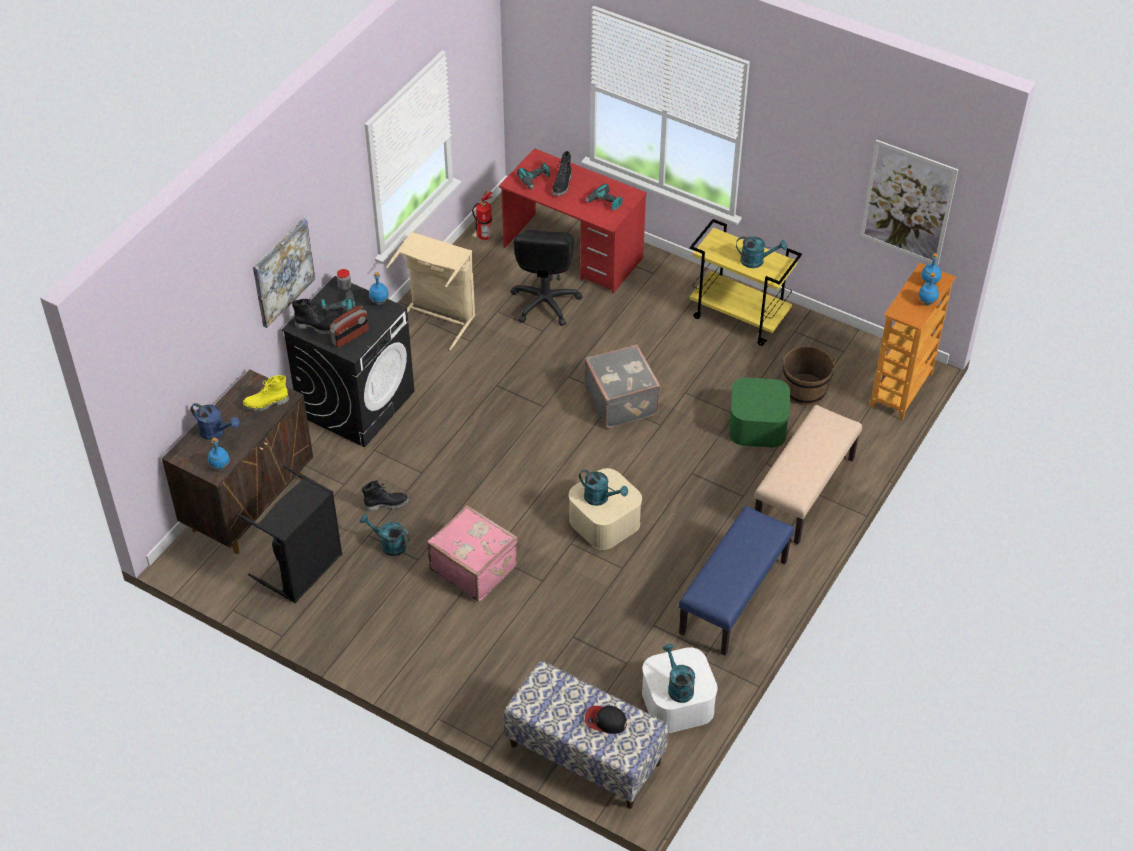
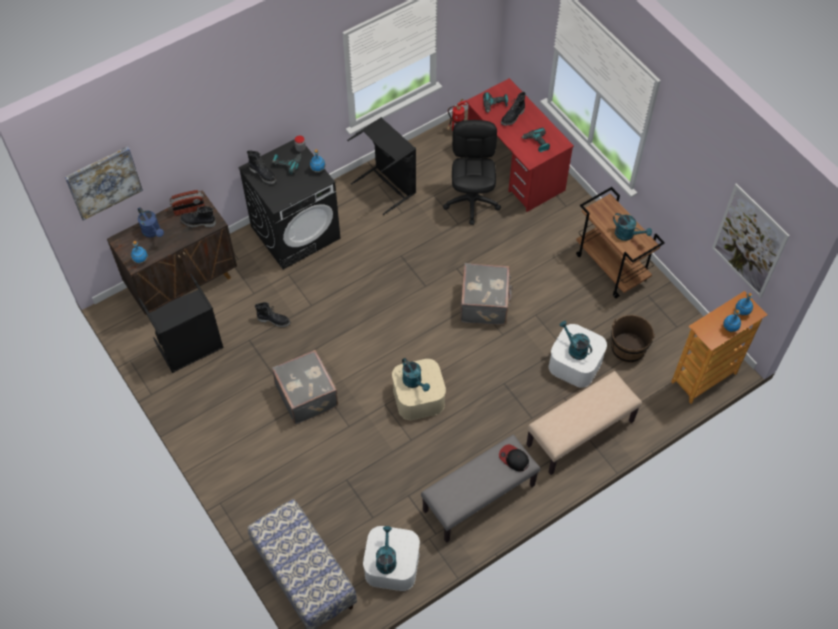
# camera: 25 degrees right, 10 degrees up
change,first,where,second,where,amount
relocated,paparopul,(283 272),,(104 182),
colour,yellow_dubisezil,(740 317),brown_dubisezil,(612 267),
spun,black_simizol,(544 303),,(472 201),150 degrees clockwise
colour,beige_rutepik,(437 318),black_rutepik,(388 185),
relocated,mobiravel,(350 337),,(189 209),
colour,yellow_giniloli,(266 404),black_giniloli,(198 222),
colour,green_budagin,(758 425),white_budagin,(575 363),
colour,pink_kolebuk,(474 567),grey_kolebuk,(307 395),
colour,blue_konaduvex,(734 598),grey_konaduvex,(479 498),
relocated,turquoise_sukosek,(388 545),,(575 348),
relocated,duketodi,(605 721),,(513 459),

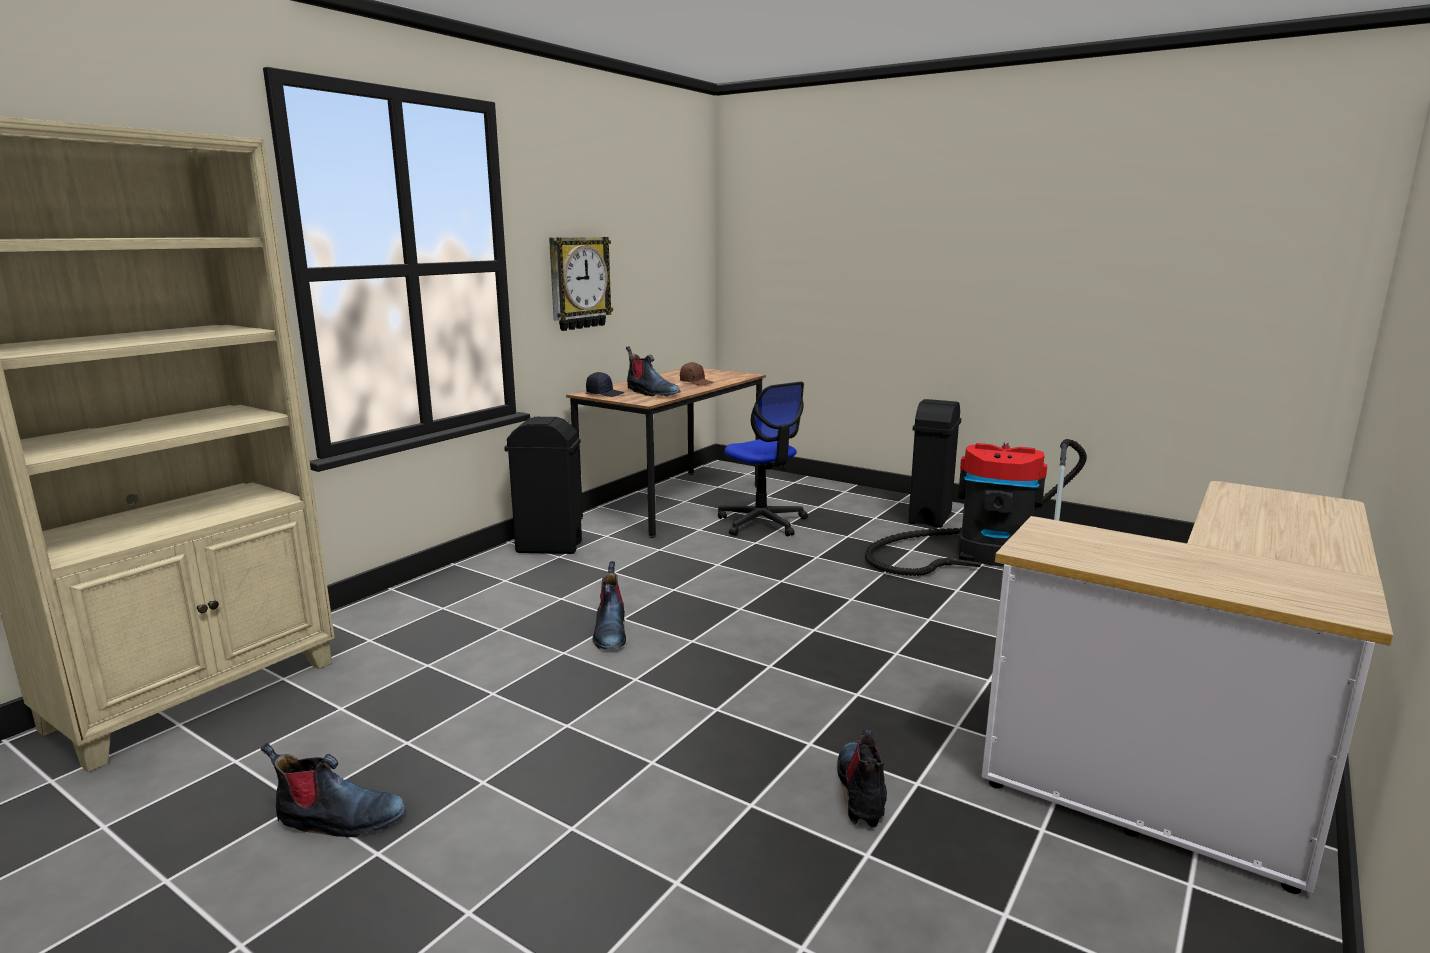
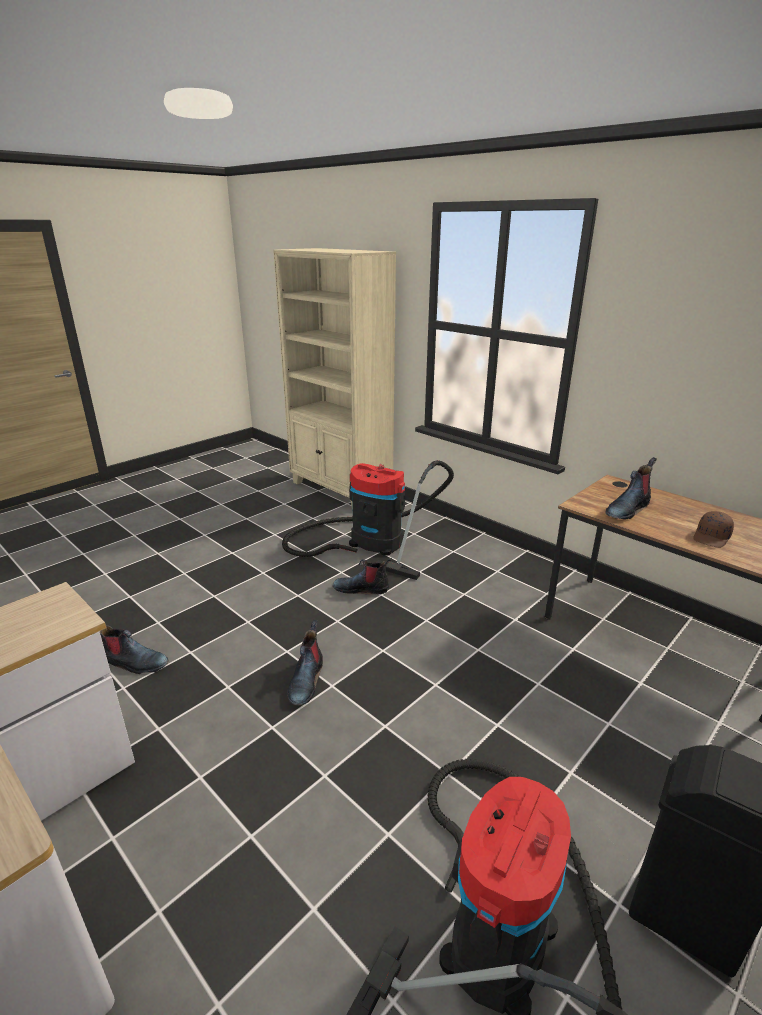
# camera: 100 degrees right, 10 degrees up
change,first,where,second,where,amount
missing,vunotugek,(578 283),,,
missing,black_duketodi,(605 393),,,
missing,simizol,(762 523),,,
missing,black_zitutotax,(548 547),,,
relocated,giniloli,(339 820),,(306 680),
appeared,,,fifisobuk,(370 542),

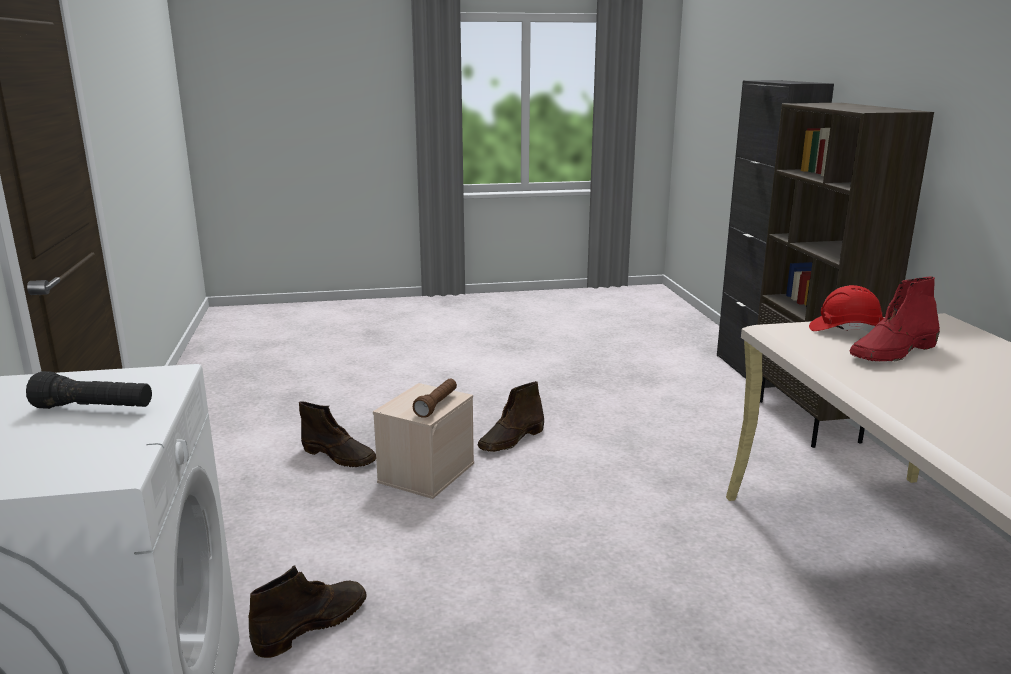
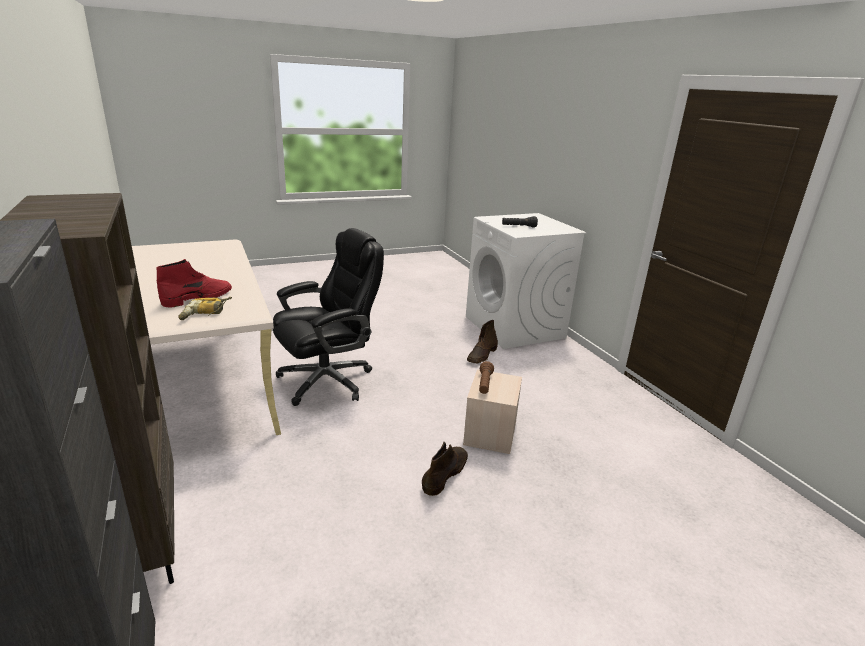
# camera: 165 degrees right, 5 degrees up
change,first,where,second,where,amount
exchanged,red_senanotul,(844 330),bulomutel,(206 313),
missing,brown_giniloli,(339 456),,,
appeared,,,black_simizol,(328 380),

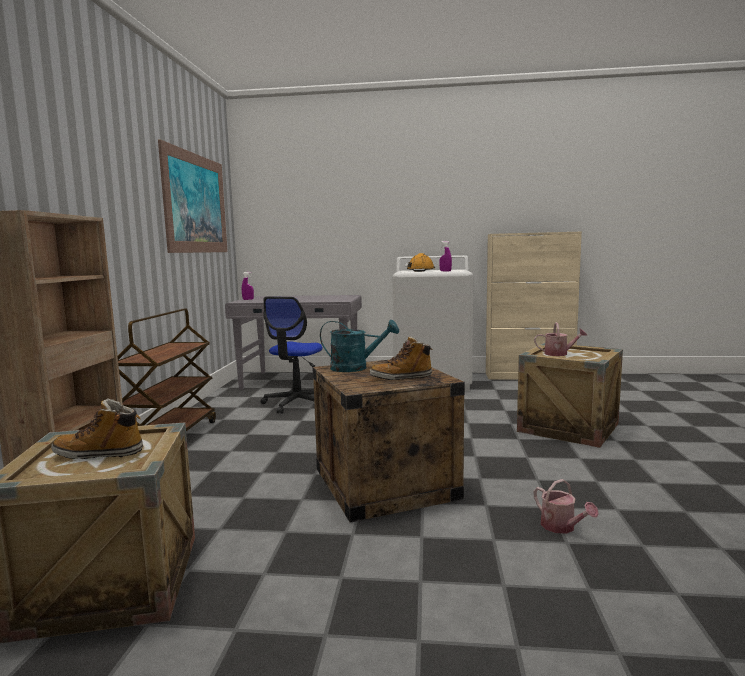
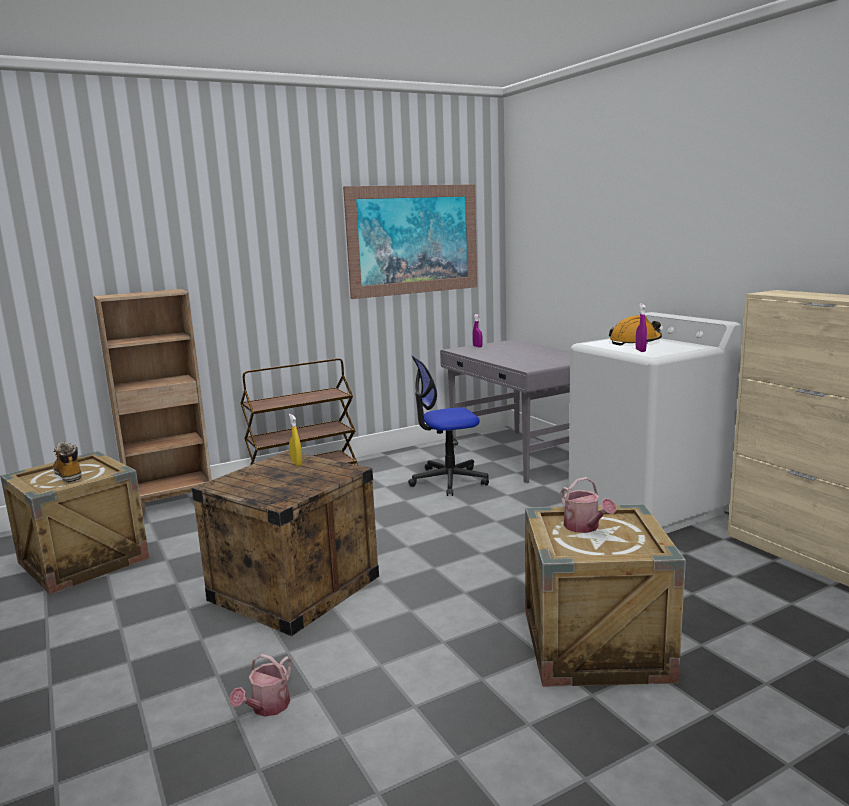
# camera: 55 degrees right, 5 degrees up
change,first,where,second,where,amount
exchanged,turquoise_sukosek,(356 368),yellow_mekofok,(296 463),
missing,giniloli,(401 377),,,

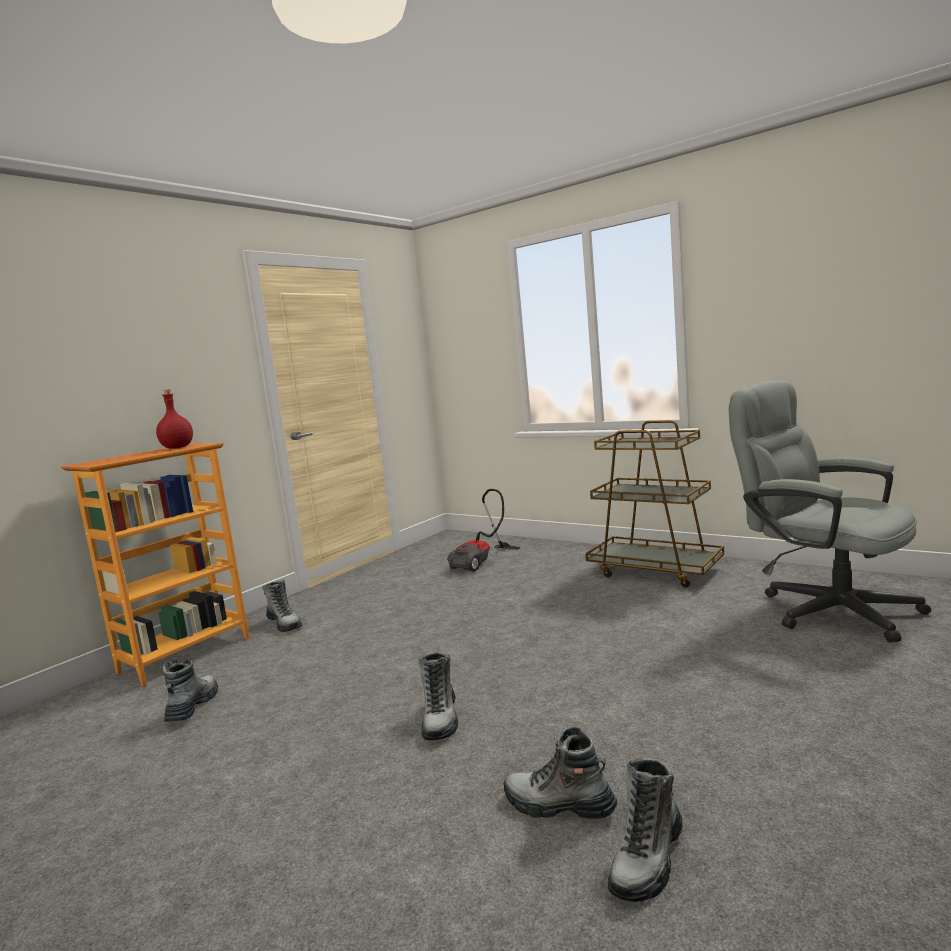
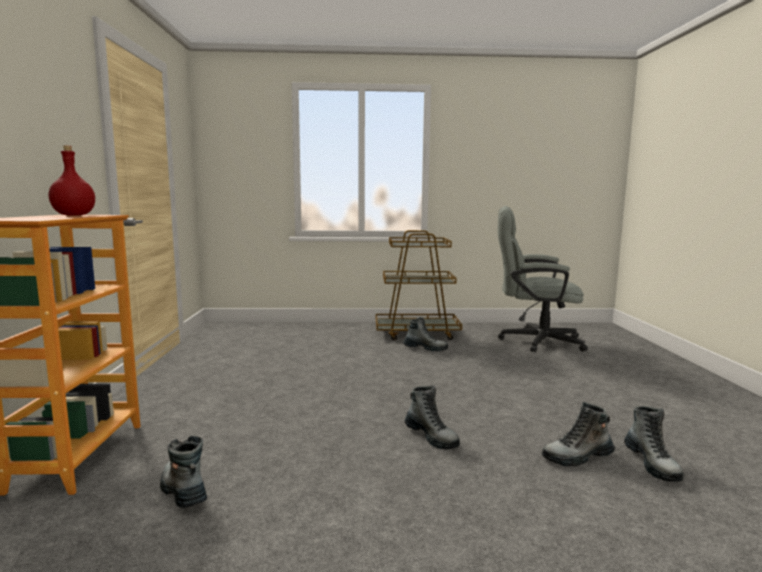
# camera: 40 degrees left, 0 degrees up
change,first,where,second,where,amount
missing,fifisobuk,(483 562),,,
relocated,giniloli,(284 624),,(425 348),

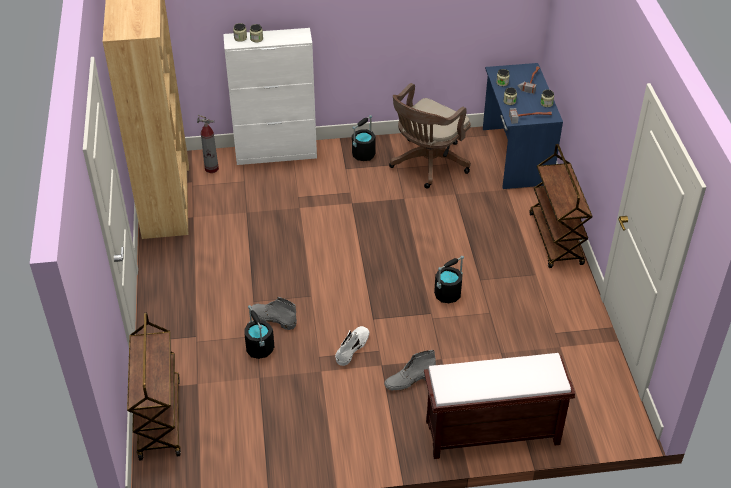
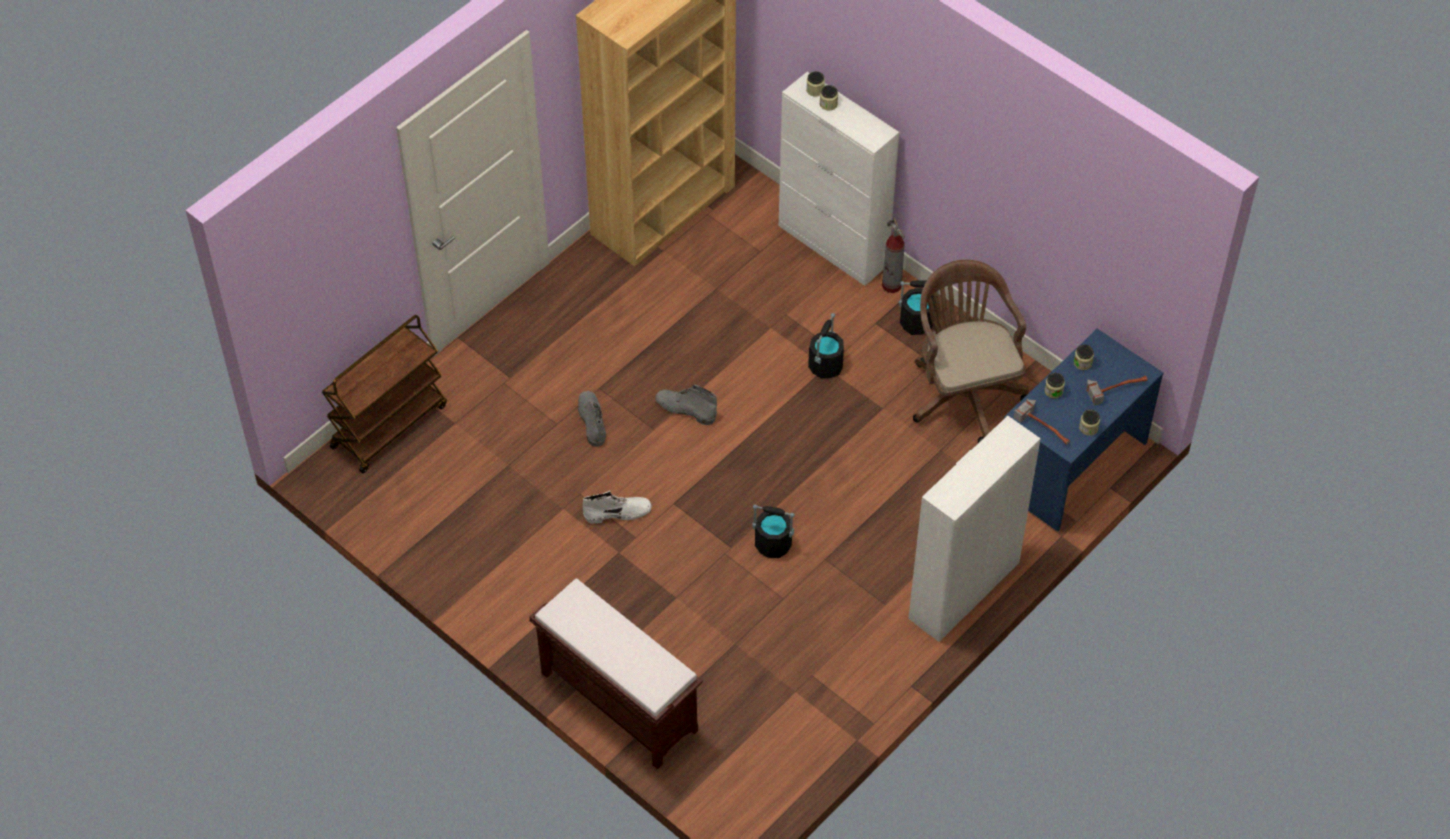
# camera: 50 degrees right, 10 degrees up
change,first,where,second,where,amount
spun,brown_simizol,(427 164),,(963 391),75 degrees clockwise
relocated,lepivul,(211 168),,(891 285),
exchanged,brown_dubisezil,(556 239),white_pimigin,(963 590),
relocated,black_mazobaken,(259 348),,(825 365),
relocated,grey_giniloli,(409 380),,(685 409),

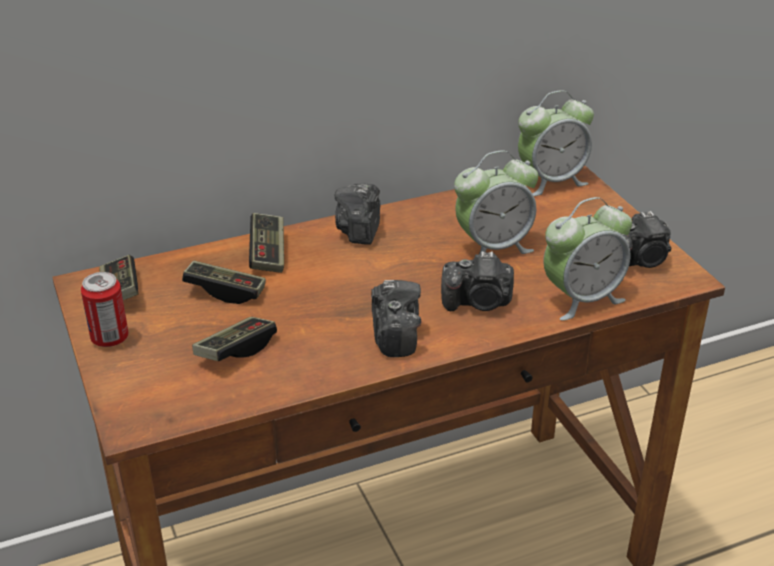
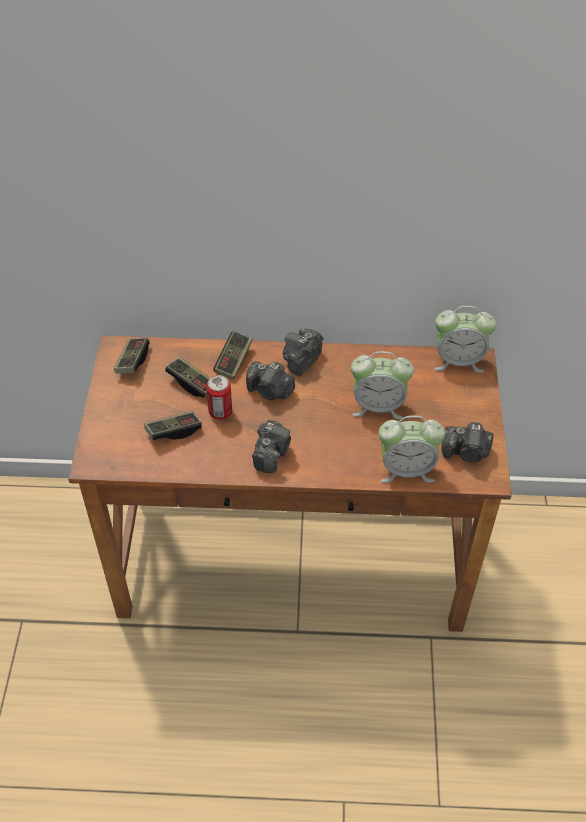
# camera: 25 degrees right, 15 degrees up
change,first,where,second,where,amount
relocated,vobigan,(478 302),,(270 391),
relocated,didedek,(110 338),,(220 412),

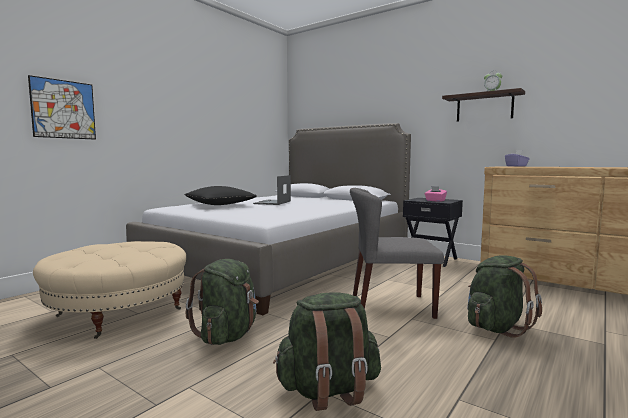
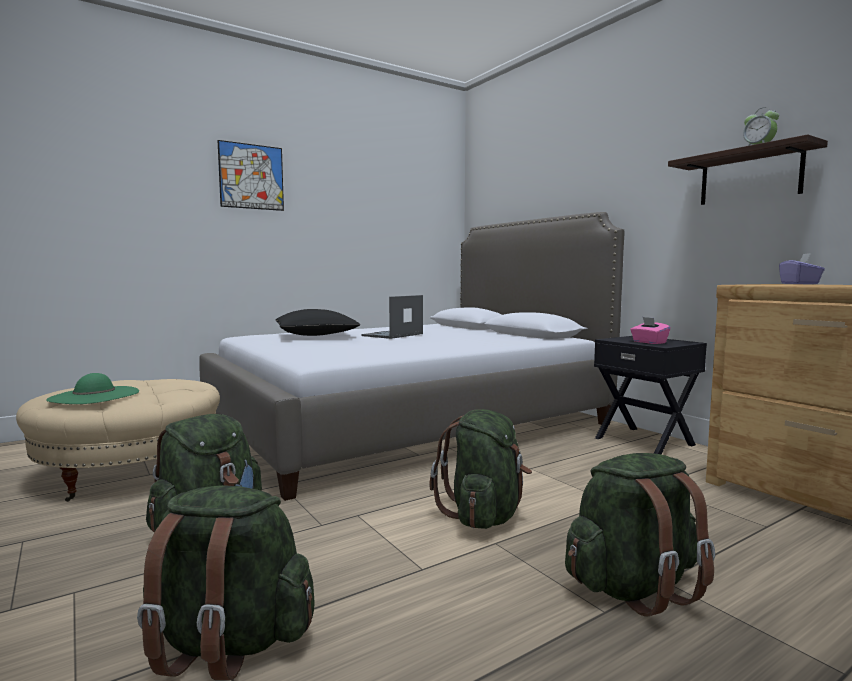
# camera: 20 degrees right, 0 degrees up
change,first,where,second,where,amount
relocated,paparopul,(63 109),,(251 176),
exchanged,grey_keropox,(390 306),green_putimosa,(484 515),
appeared,,,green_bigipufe,(94 395),

